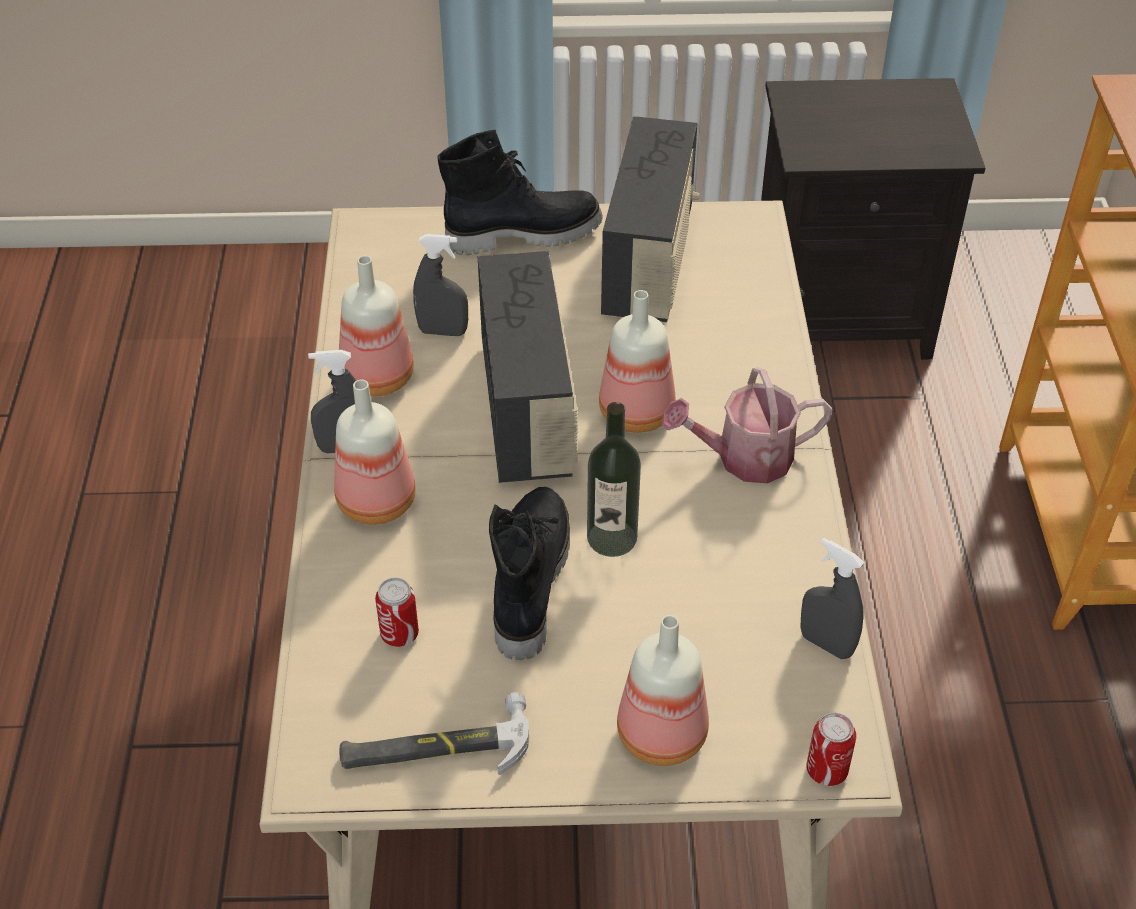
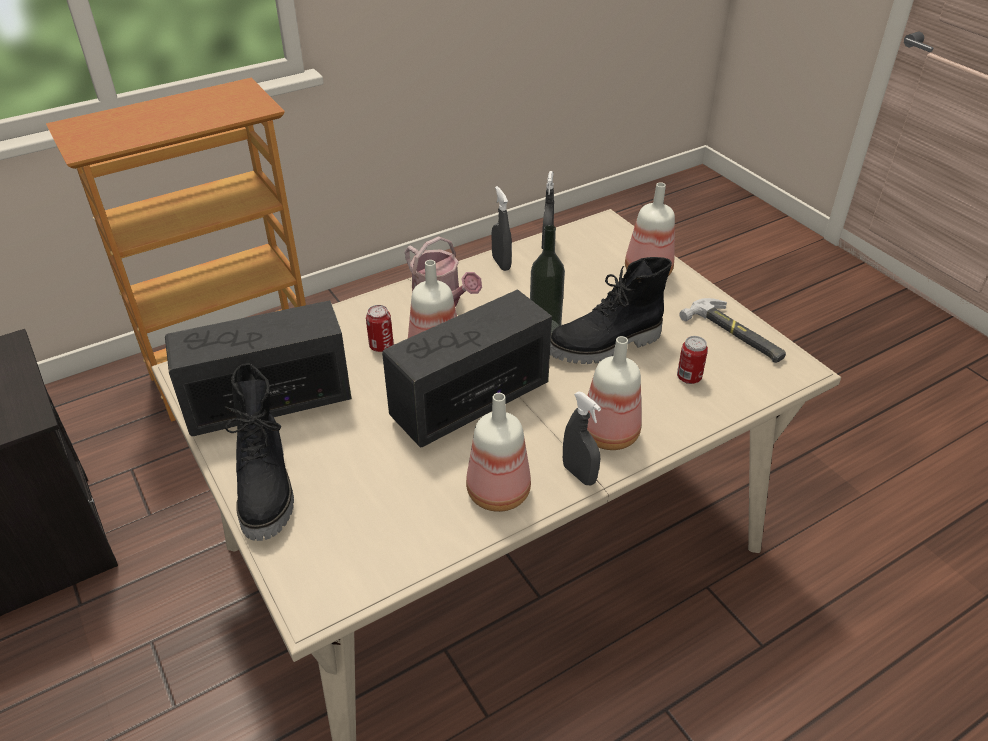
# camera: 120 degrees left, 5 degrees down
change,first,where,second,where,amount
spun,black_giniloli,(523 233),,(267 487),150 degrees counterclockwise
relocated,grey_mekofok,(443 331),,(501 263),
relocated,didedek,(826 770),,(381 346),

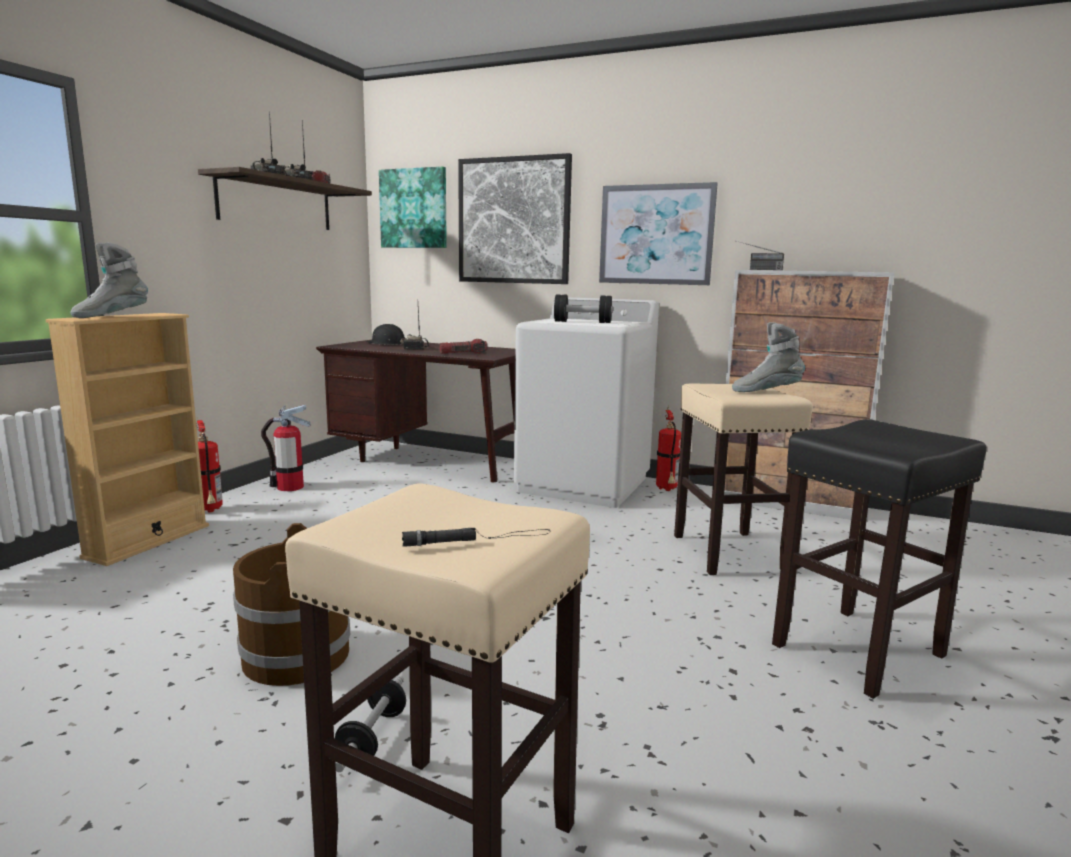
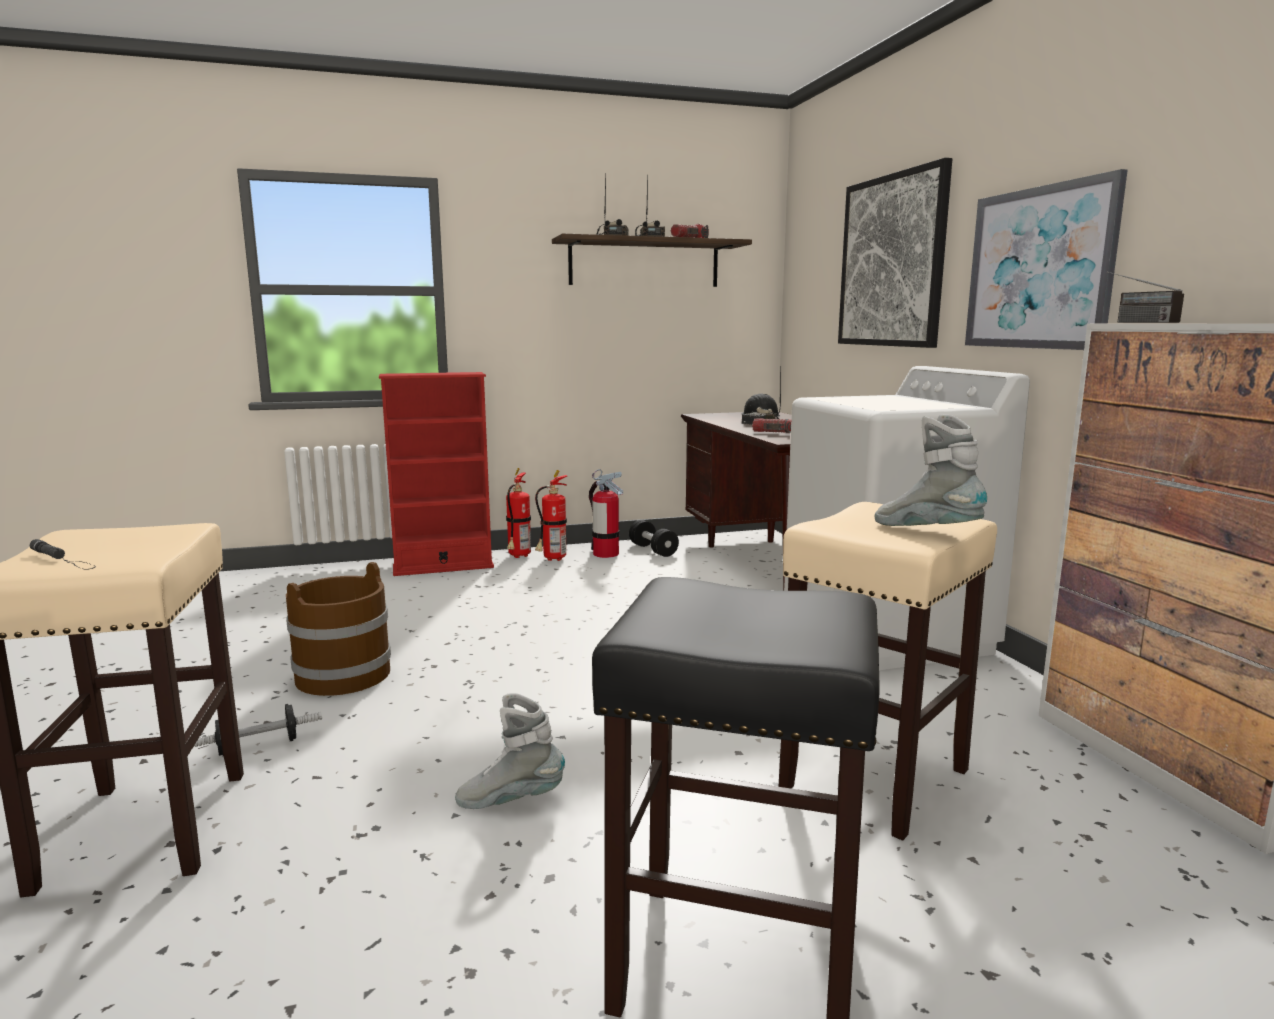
# camera: 50 degrees right, 0 degrees up
change,first,where,second,where,amount
missing,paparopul,(414 208),,,
relocated,grey_giniloli,(111 316),,(511 799),
relocated,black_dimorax,(582 322),,(653 550),
colour,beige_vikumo,(148 541),red_vikumo,(443 567),
relocated,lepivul,(667 489),,(552 559),

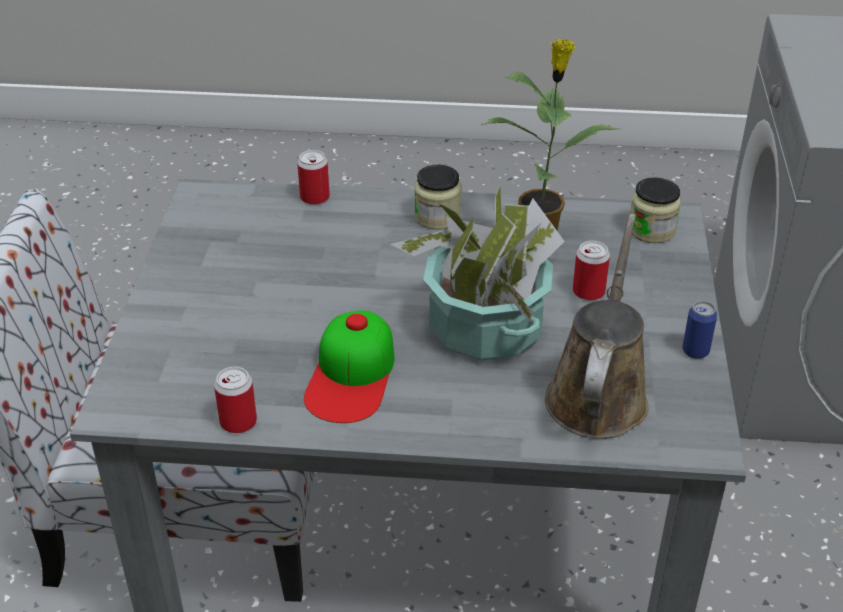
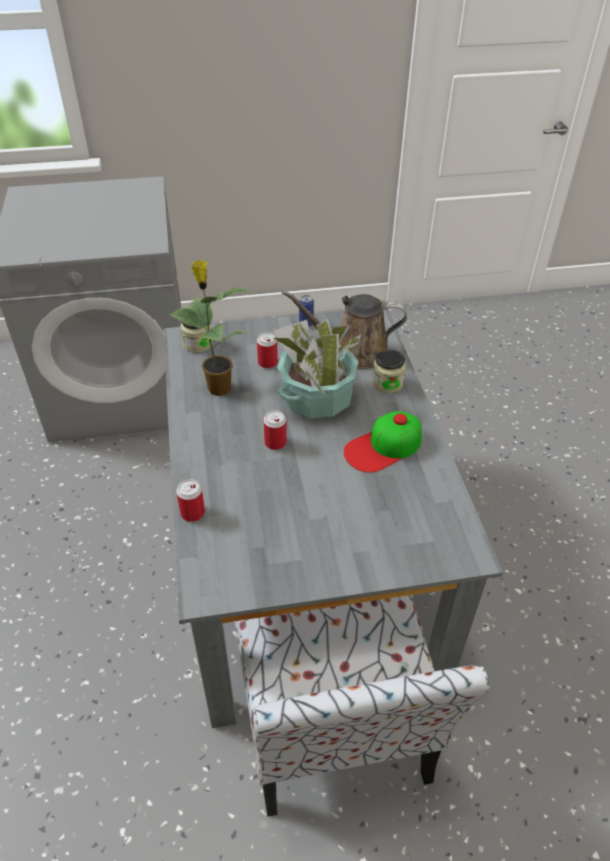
# camera: 105 degrees left, 5 degrees up
change,first,where,second,where,amount
relocated,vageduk,(437 217),,(387 384),
spun,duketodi,(352 375),,(383 447),150 degrees clockwise
relocated,didedek,(238 421),,(275 443),

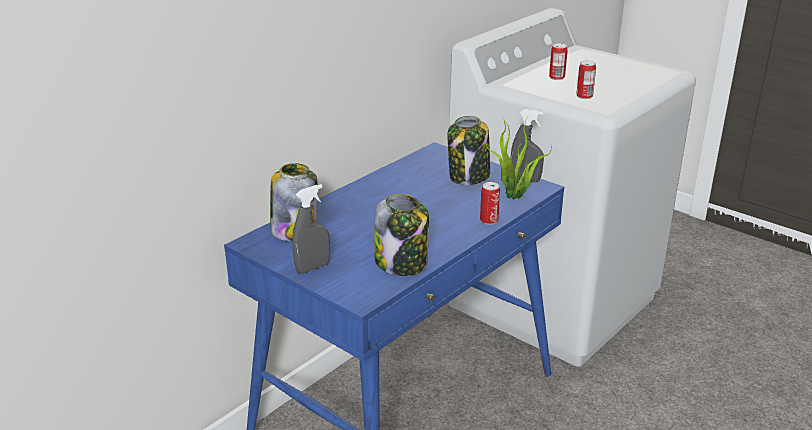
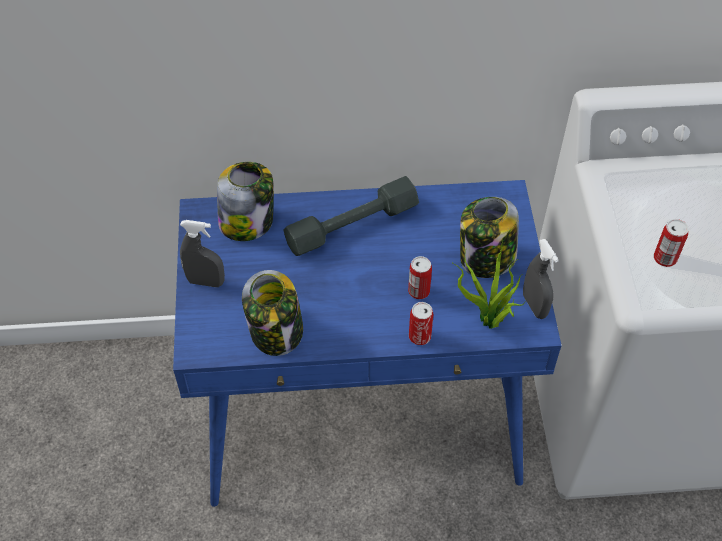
# camera: 45 degrees right, 25 degrees up
change,first,where,second,where,amount
relocated,didedek,(556 77),,(418 291),
appeared,,,grey_dimorax,(352 225),

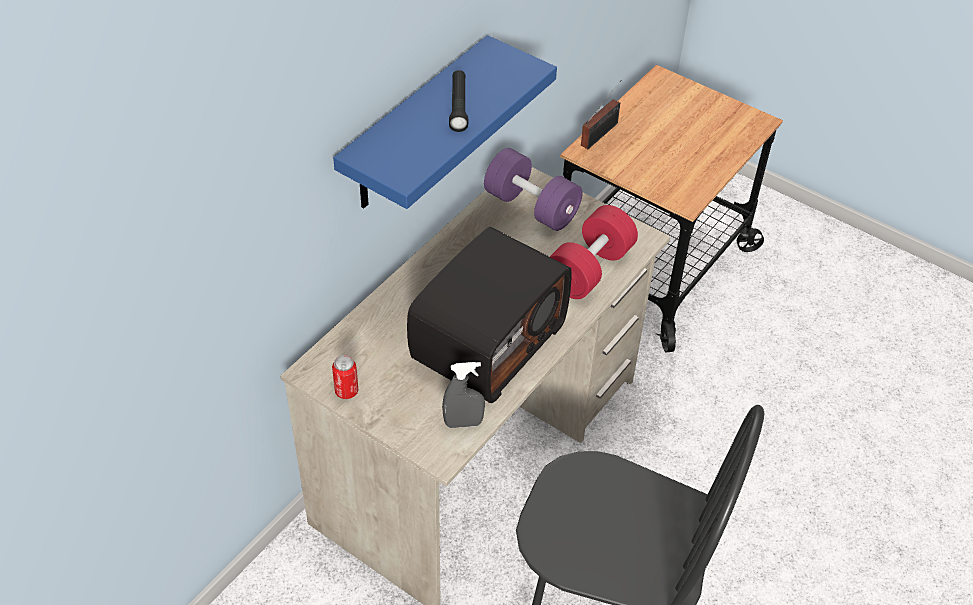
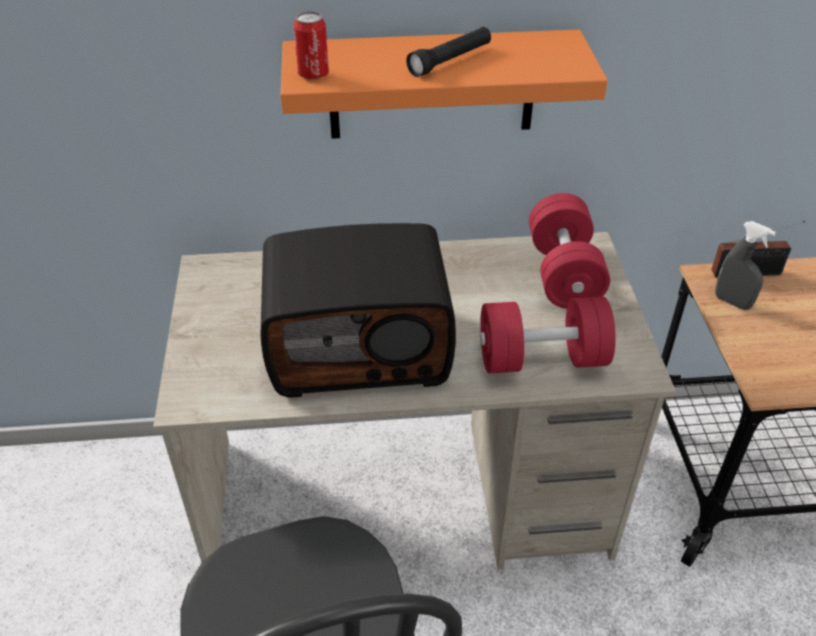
# camera: 50 degrees right, 5 degrees down
change,first,where,second,where,amount
colour,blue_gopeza,(415 127),orange_gopeza,(432 85),
colour,purple_dimorax,(531 207),red_dimorax,(563 273),
relocated,didedek,(346 391),,(313 74),
relocated,grey_mekofok,(463 423),,(732 302),

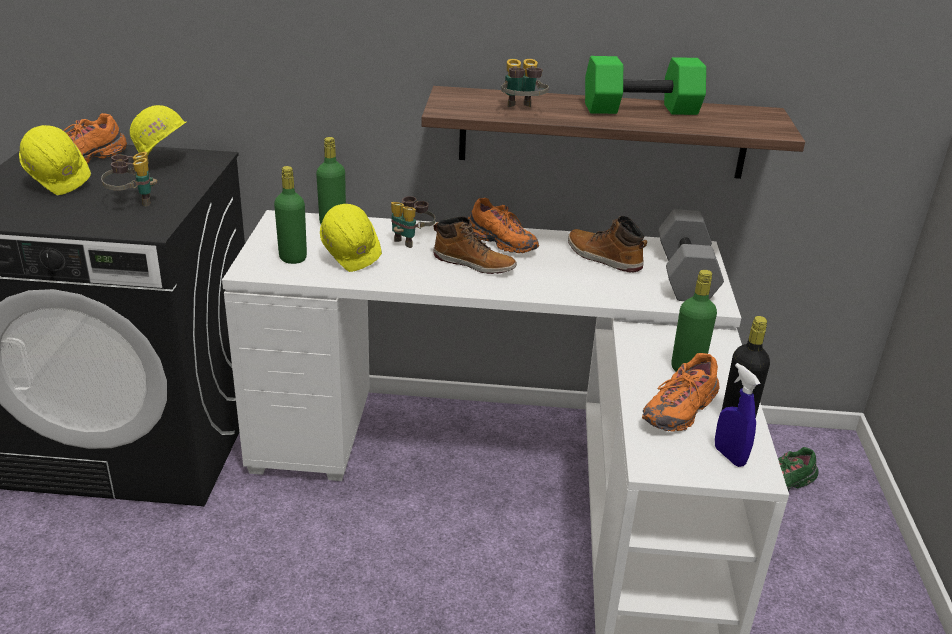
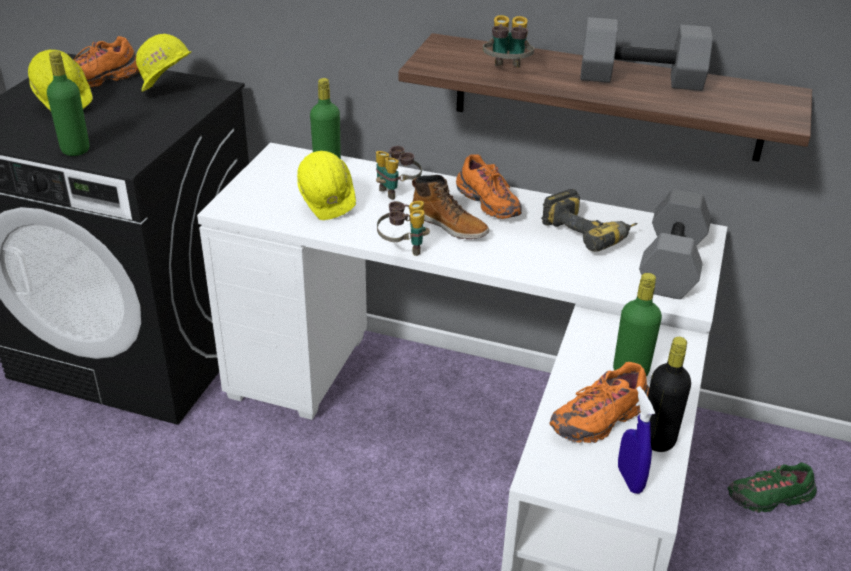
# camera: 15 degrees right, 5 degrees up
change,first,where,second,where,amount
colour,green_dimorax,(641 109),grey_dimorax,(641 78),
relocated,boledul,(133 202),,(403 249),
relocated,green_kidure,(293 258),,(75 150),
exchanged,giniloli,(603 258),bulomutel,(590 233),

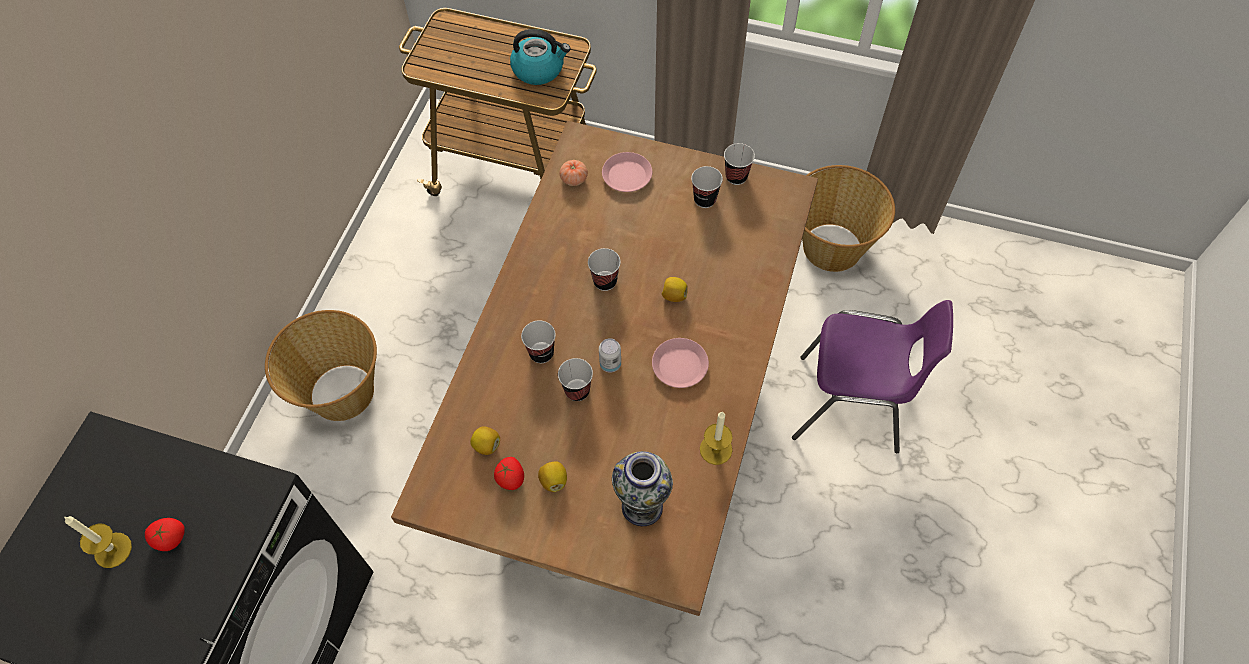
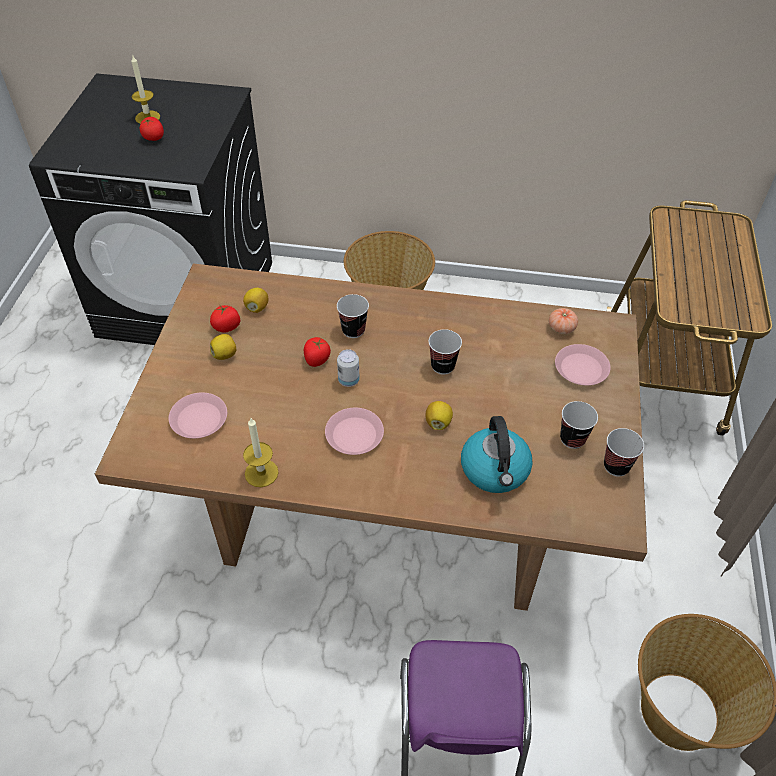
# camera: 80 degrees right, 10 degrees down
change,first,where,second,where,amount
relocated,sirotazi,(539 69),,(495 470),
exchanged,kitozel,(577 391),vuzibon,(317 360),
exchanged,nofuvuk,(642 507),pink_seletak,(199 419),

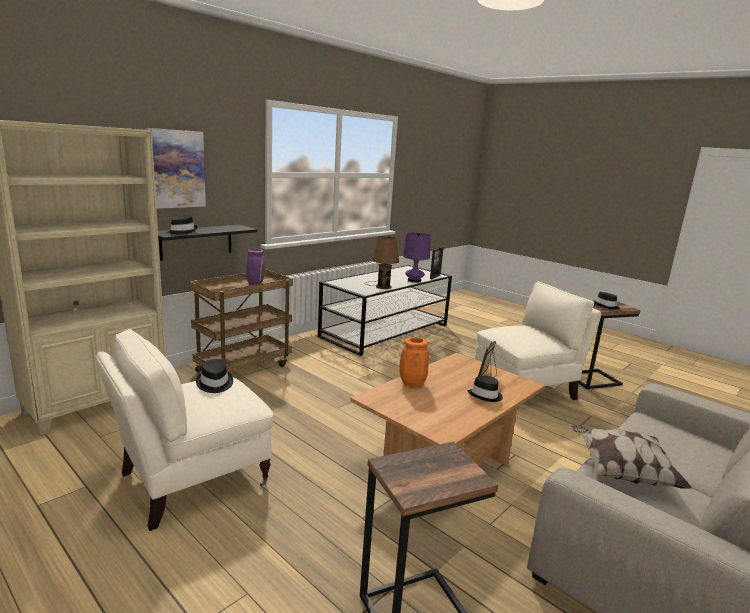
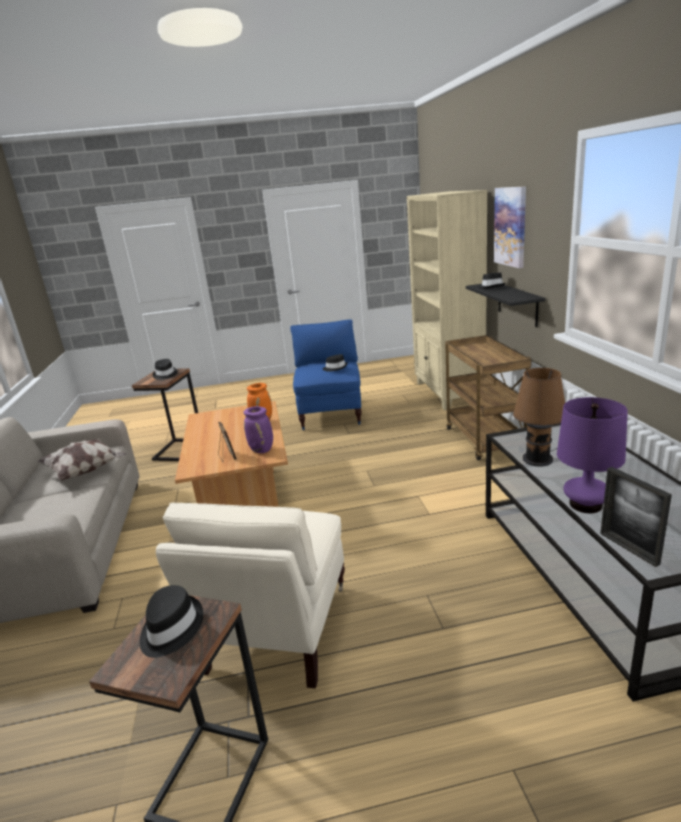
# camera: 130 degrees right, 5 degrees up
change,first,where,second,where,amount
relocated,purple_nofuvuk,(255 284),,(262 450),
colour,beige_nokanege,(190 480),blue_nokanege,(331 414),
relocated,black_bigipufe,(485 395),,(165 375),

